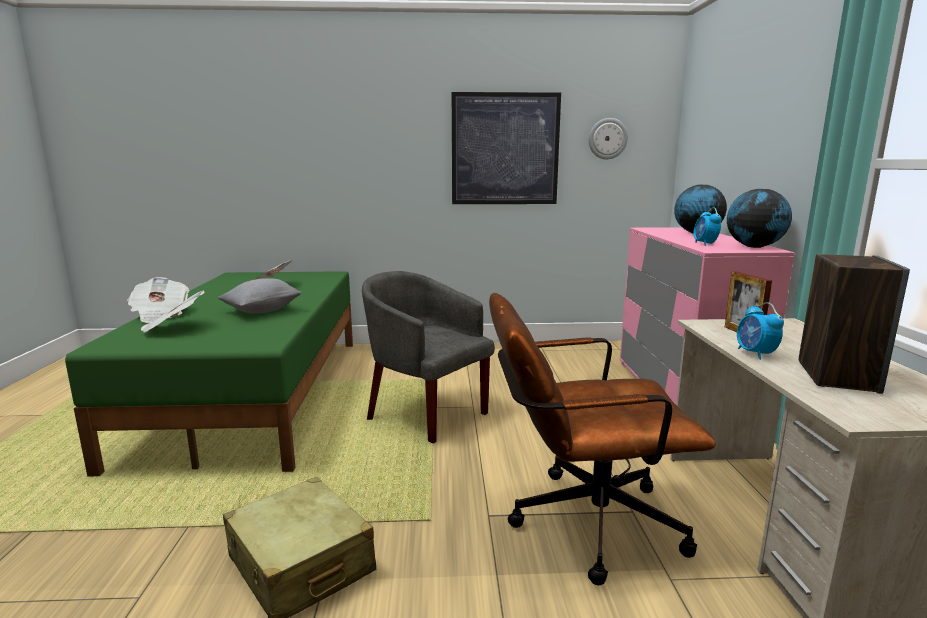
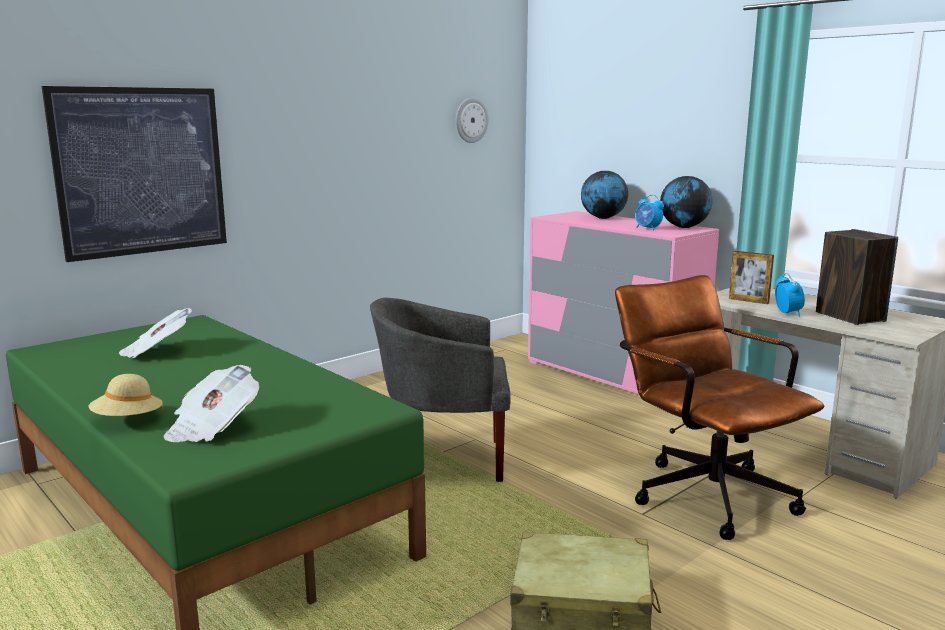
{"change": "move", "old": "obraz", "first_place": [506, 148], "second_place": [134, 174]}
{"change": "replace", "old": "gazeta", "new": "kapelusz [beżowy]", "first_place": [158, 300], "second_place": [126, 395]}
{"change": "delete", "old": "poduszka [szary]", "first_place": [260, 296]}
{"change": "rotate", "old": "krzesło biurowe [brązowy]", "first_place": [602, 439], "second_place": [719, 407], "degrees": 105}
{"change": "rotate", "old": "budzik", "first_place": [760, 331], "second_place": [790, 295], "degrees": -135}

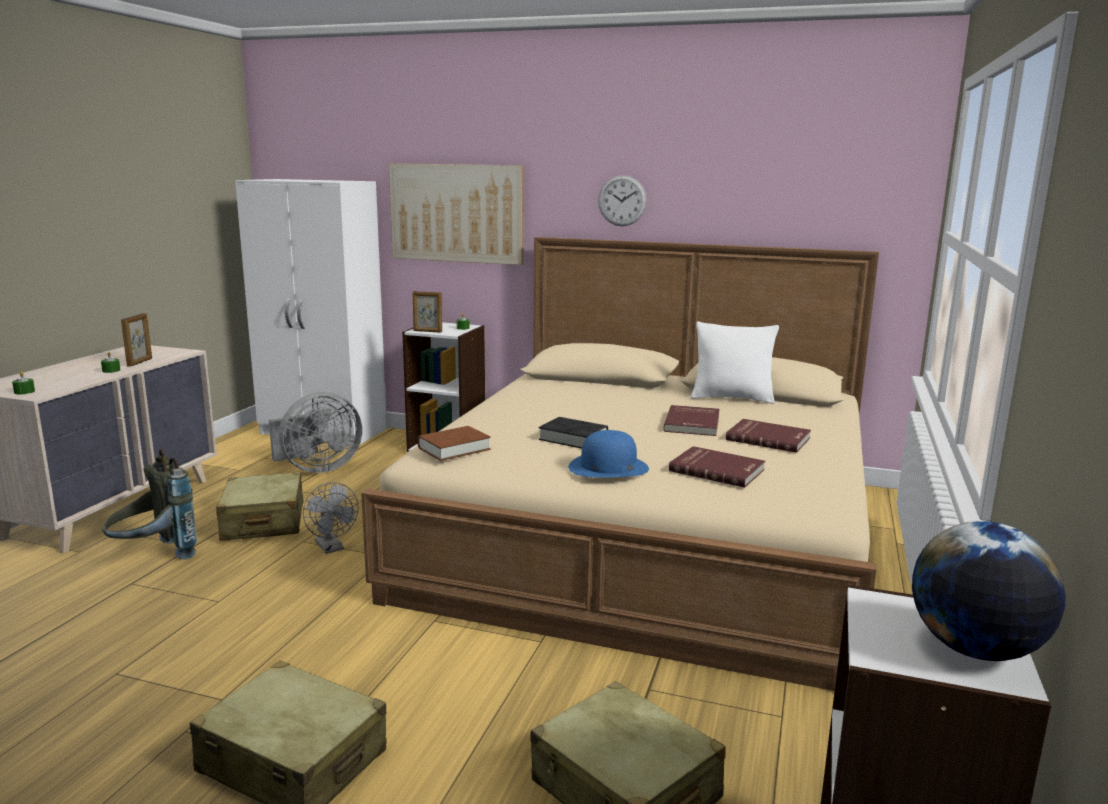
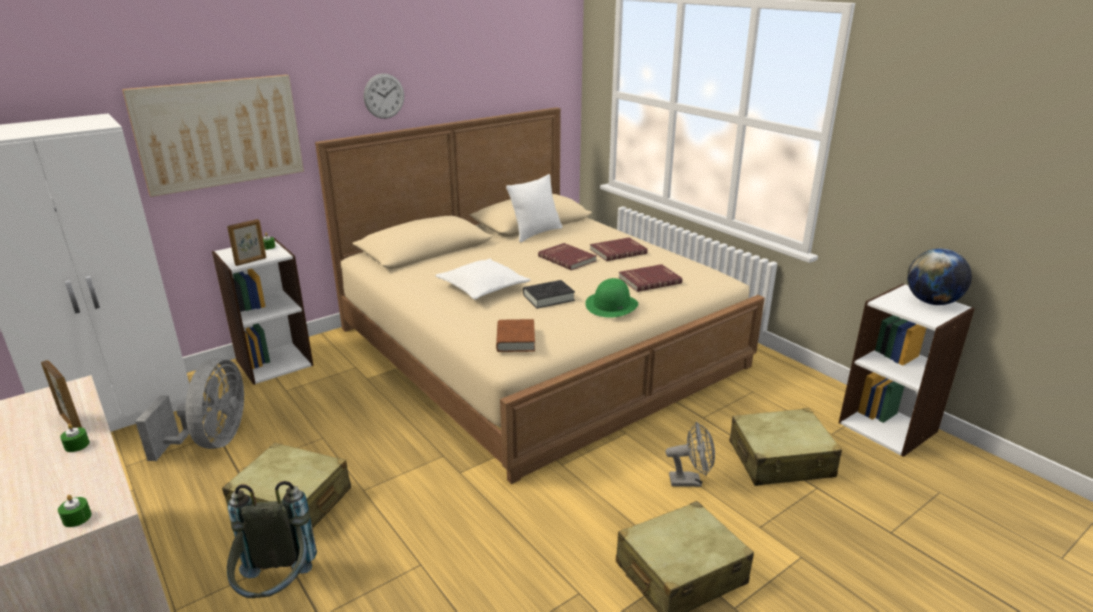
{"change": "recolor", "old": "kapelusz [niebieski]", "new": "kapelusz [zielony]", "first_place": [608, 454], "second_place": [611, 298]}
{"change": "move", "old": "wentylator [szary]", "first_place": [330, 518], "second_place": [690, 454]}
{"change": "insert", "new": "poduszka [biały]", "second_place": [483, 279]}

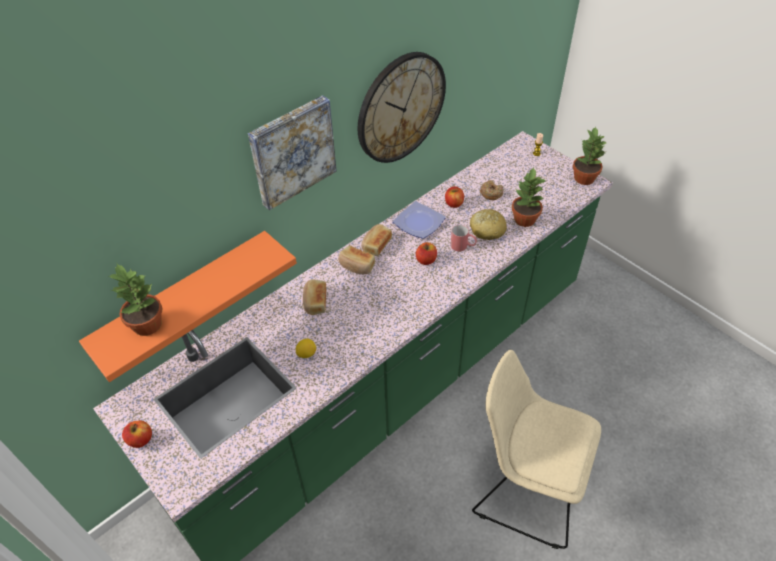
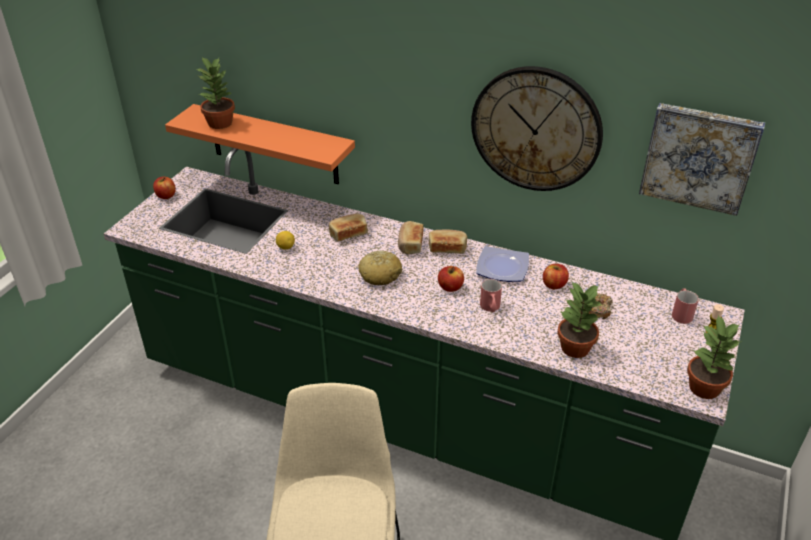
{"change": "move", "old": "obraz", "first_place": [292, 152], "second_place": [702, 159]}
{"change": "move", "old": "chleb", "first_place": [488, 224], "second_place": [380, 268]}
{"change": "insert", "new": "kubek [czerwony]", "second_place": [685, 306]}

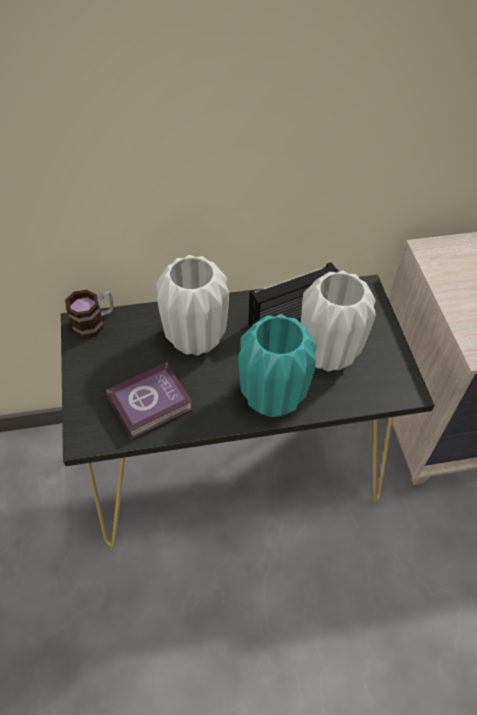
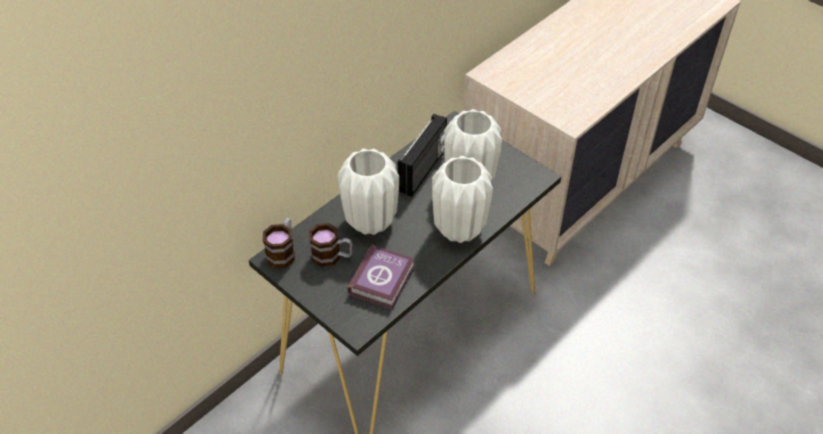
{"change": "recolor", "old": "wazon [turkusowy]", "new": "wazon [biały]", "first_place": [278, 365], "second_place": [462, 199]}
{"change": "insert", "new": "kubek", "second_place": [331, 245]}

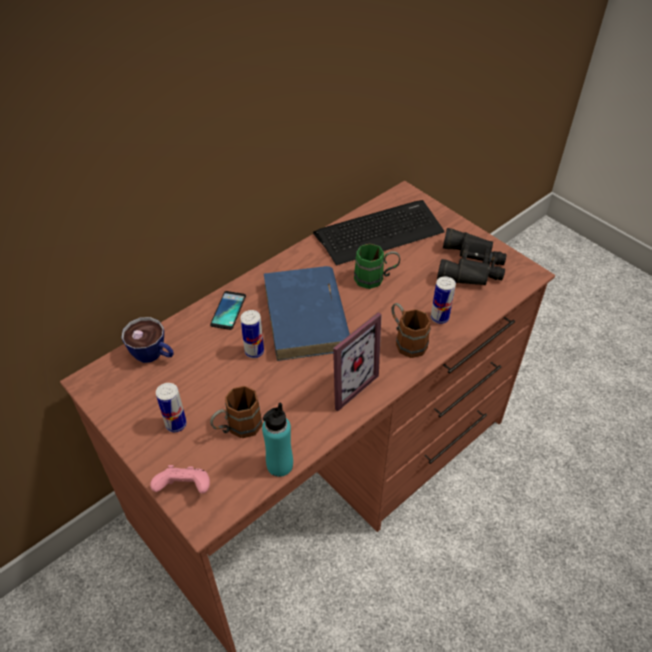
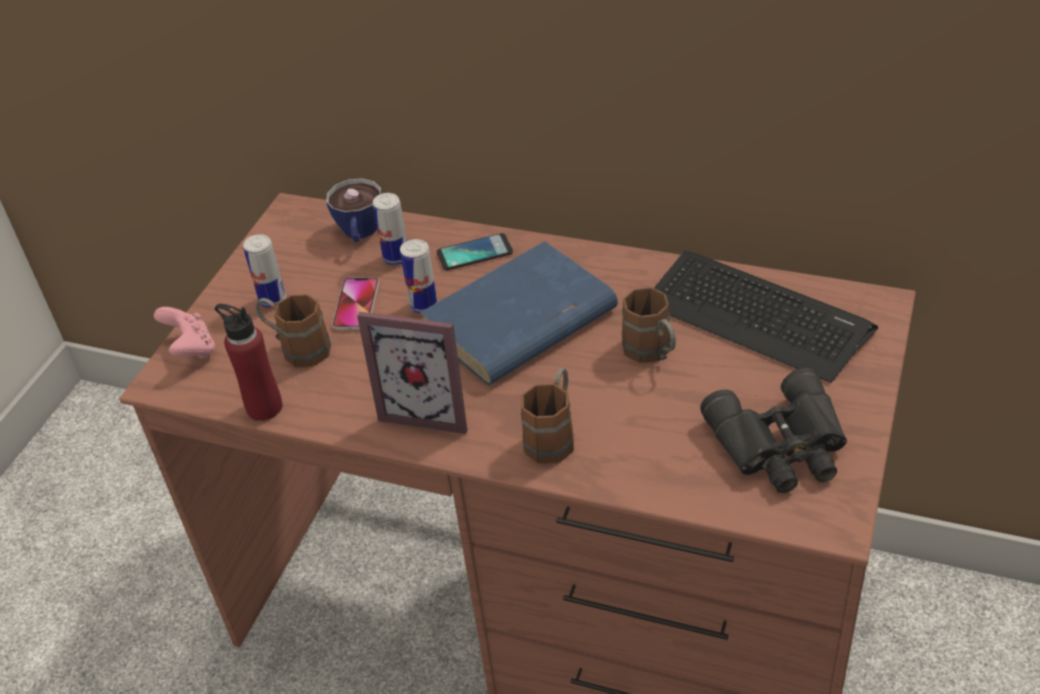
{"change": "recolor", "old": "kubek [zielony]", "new": "kubek [brązowy]", "first_place": [377, 266], "second_place": [649, 325]}
{"change": "move", "old": "puszka", "first_place": [443, 300], "second_place": [390, 229]}
{"change": "recolor", "old": "butelka [turkusowy]", "new": "butelka [czerwony]", "first_place": [277, 439], "second_place": [249, 362]}
{"change": "insert", "new": "telefon", "second_place": [355, 303]}

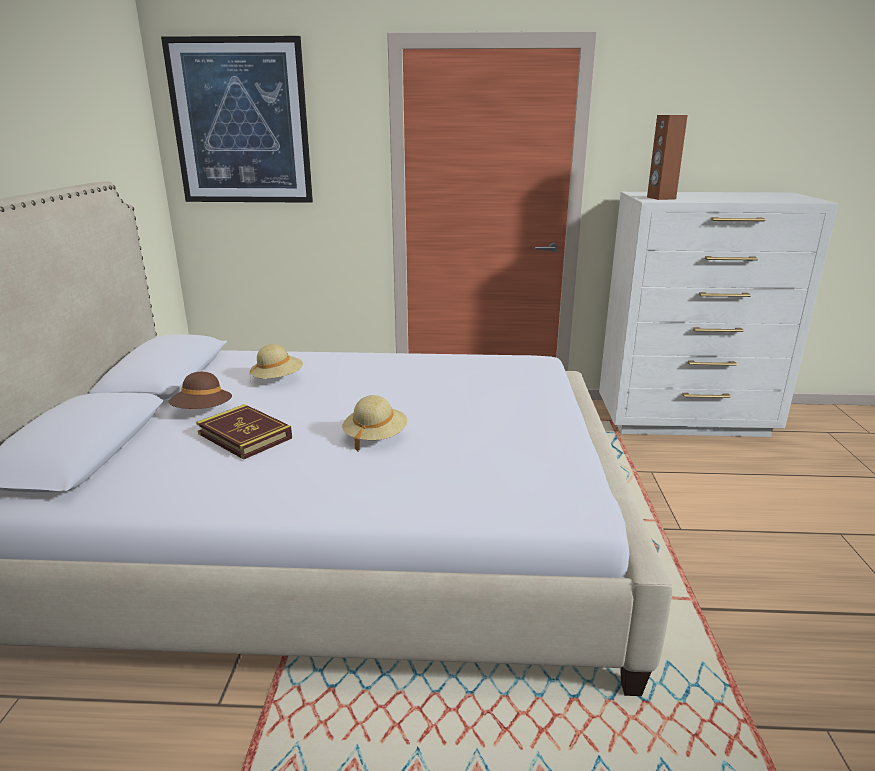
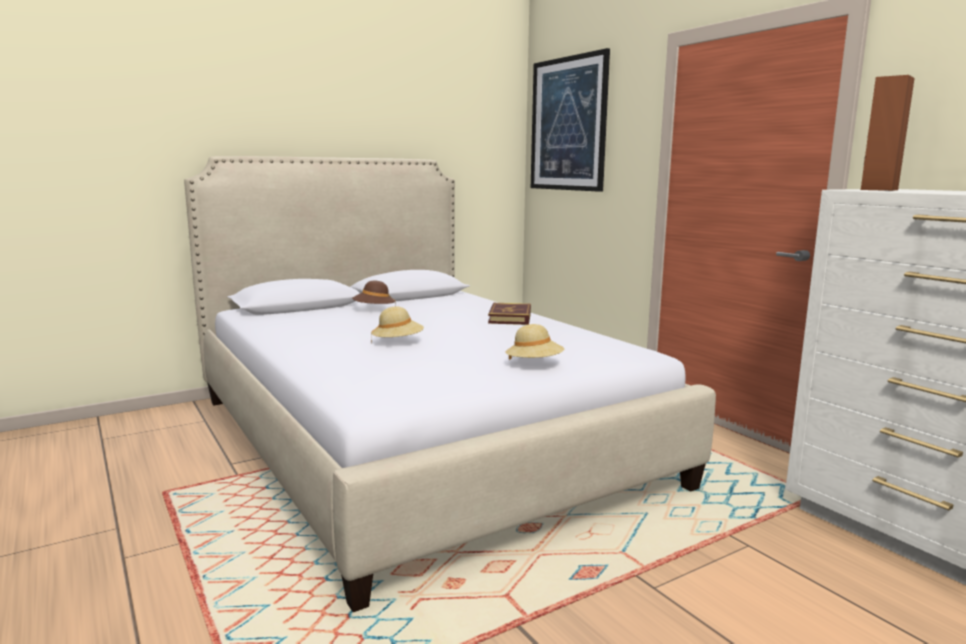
{"change": "move", "old": "kapelusz [beżowy]", "first_place": [276, 362], "second_place": [534, 342]}
{"change": "move", "old": "książka", "first_place": [244, 432], "second_place": [509, 314]}

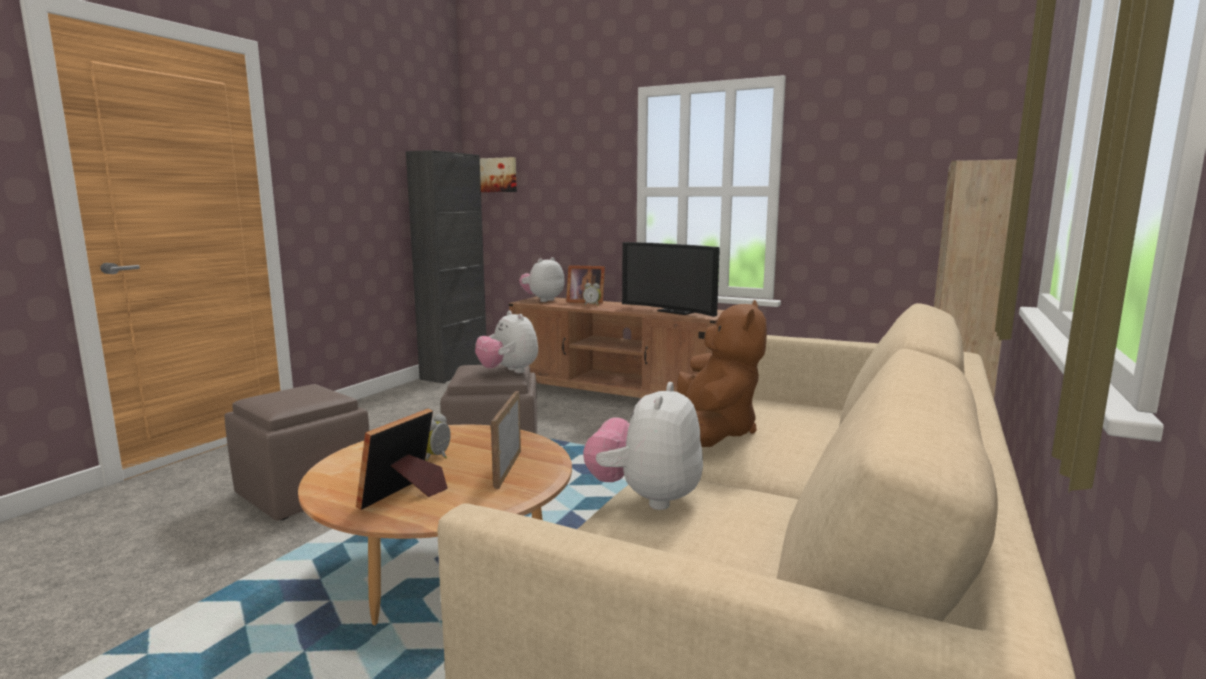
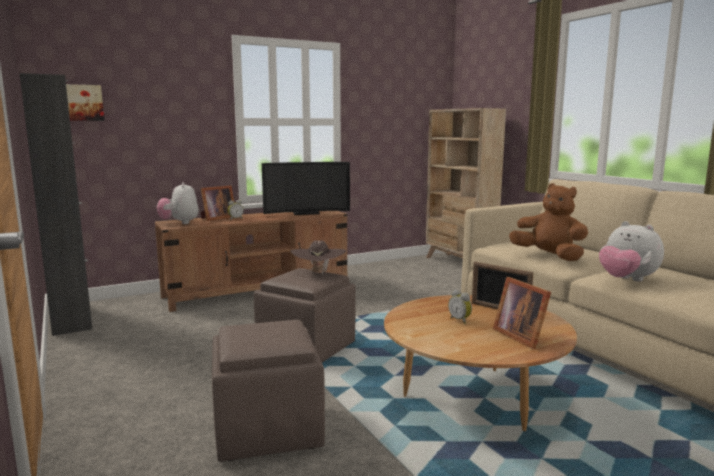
{"change": "replace", "old": "pluszak", "new": "kapelusz [brązowy]", "first_place": [506, 341], "second_place": [318, 257]}

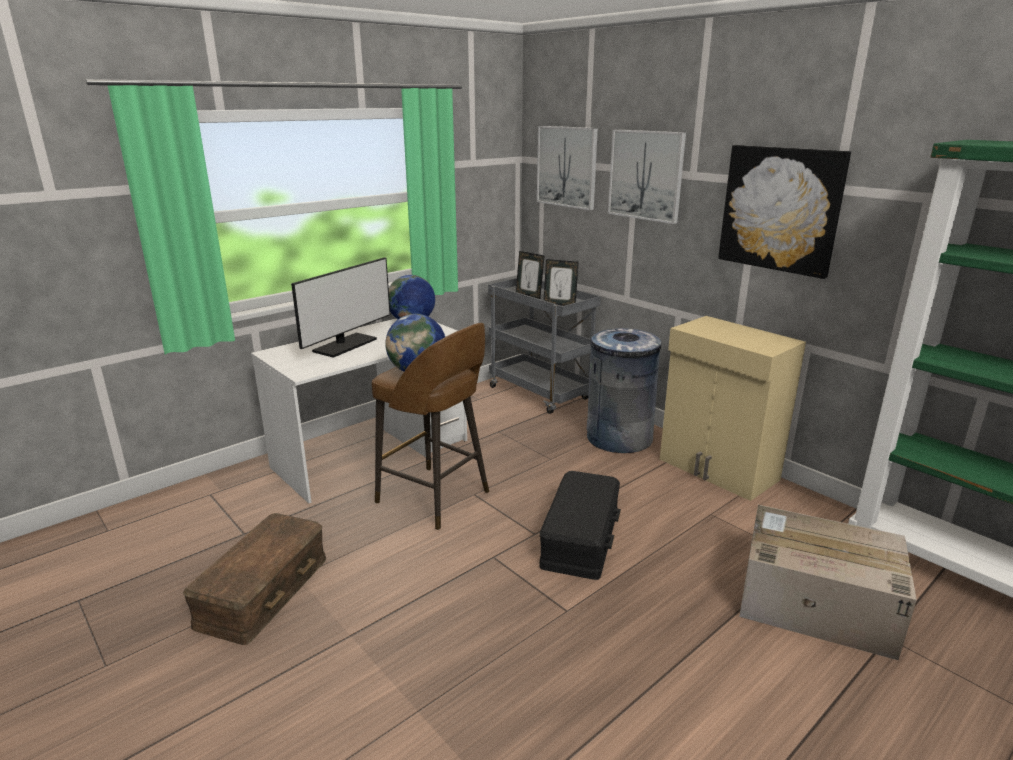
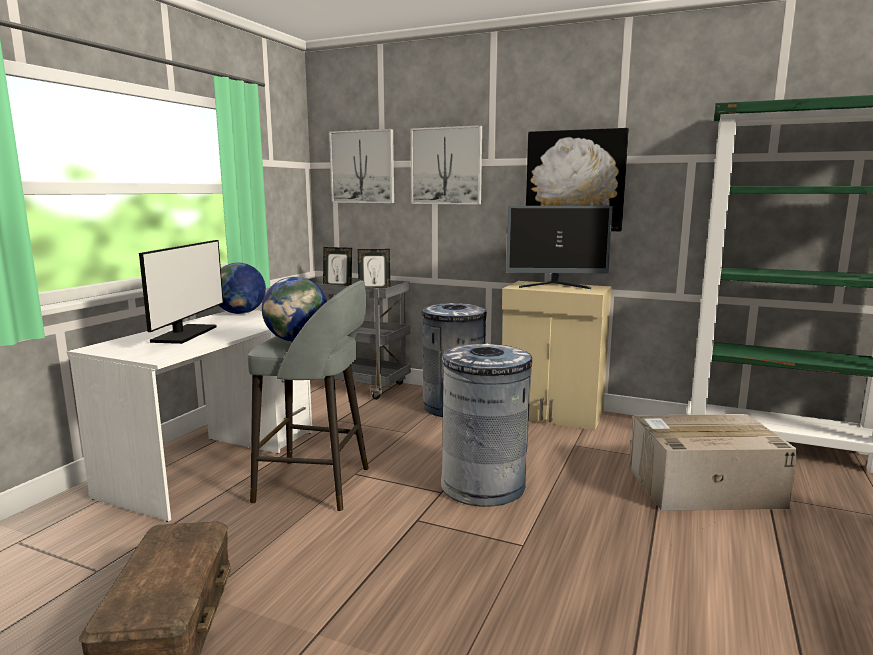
{"change": "recolor", "old": "stołek [brązowy]", "new": "stołek [szary]", "first_place": [430, 426], "second_place": [308, 396]}
{"change": "replace", "old": "pojemnik do przechowywania [czarny]", "new": "kosz na śmieci [szary]", "first_place": [580, 525], "second_place": [486, 425]}
{"change": "insert", "new": "monitor", "second_place": [559, 247]}

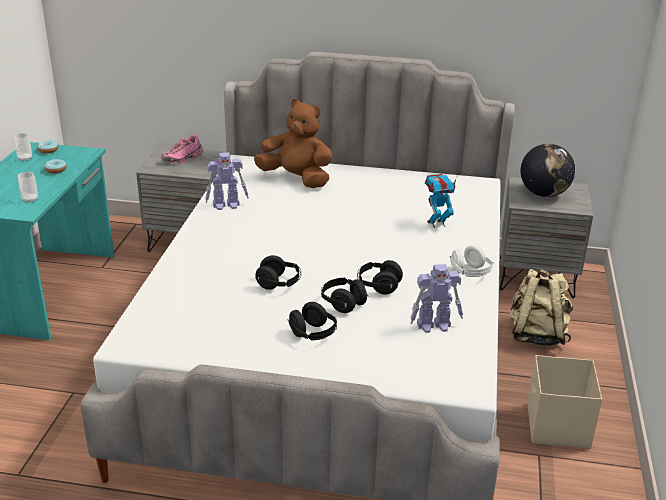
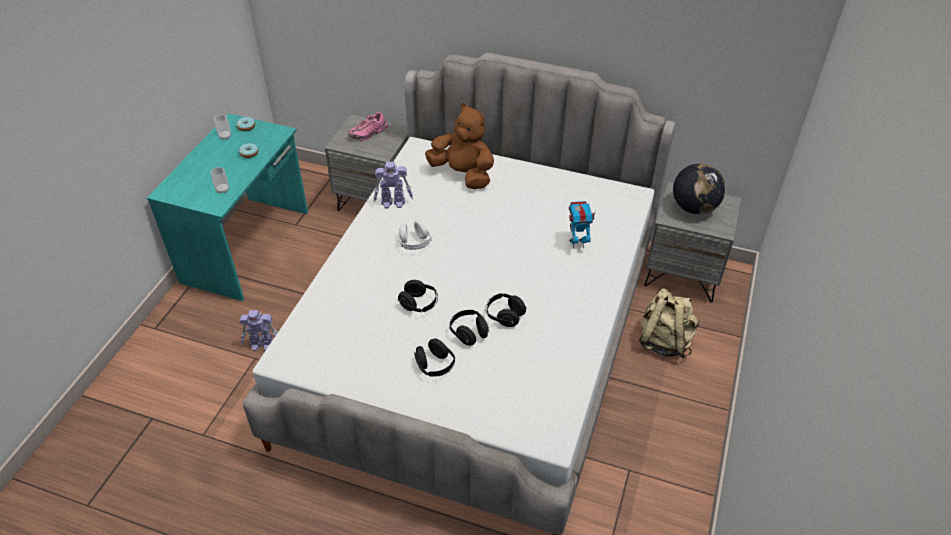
{"change": "move", "old": "słuchawki [biały]", "first_place": [471, 261], "second_place": [415, 235]}
{"change": "move", "old": "robot zabawkowy", "first_place": [436, 298], "second_place": [258, 330]}
{"change": "delete", "old": "pojemnik do przechowywania [beżowy]", "first_place": [564, 402]}

